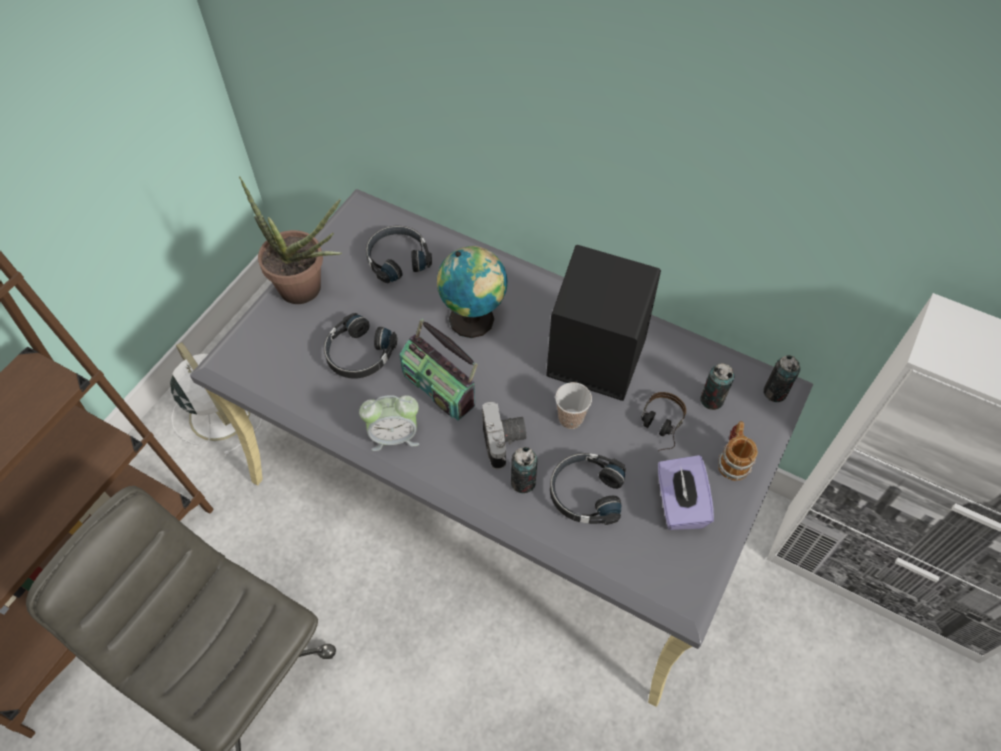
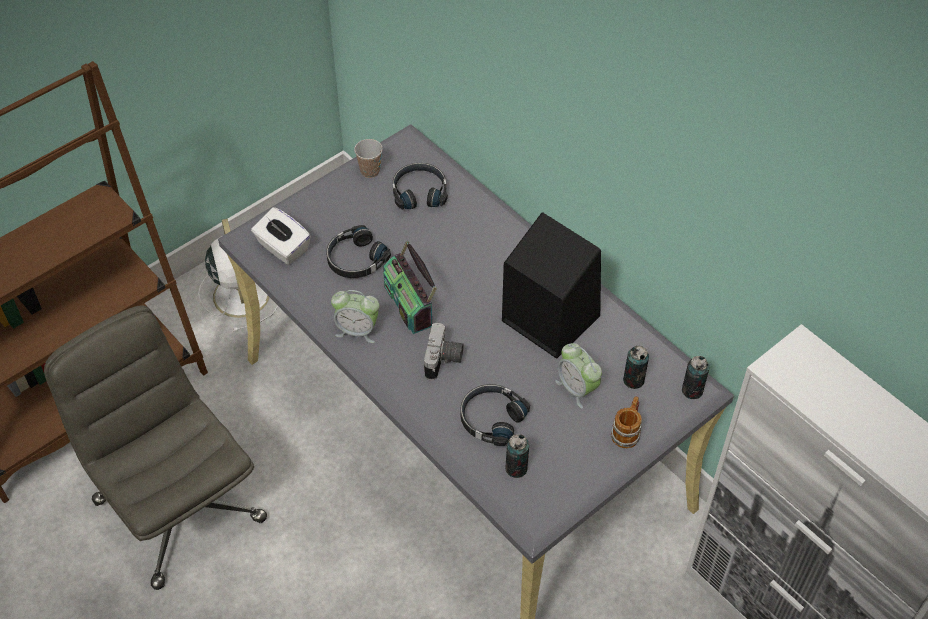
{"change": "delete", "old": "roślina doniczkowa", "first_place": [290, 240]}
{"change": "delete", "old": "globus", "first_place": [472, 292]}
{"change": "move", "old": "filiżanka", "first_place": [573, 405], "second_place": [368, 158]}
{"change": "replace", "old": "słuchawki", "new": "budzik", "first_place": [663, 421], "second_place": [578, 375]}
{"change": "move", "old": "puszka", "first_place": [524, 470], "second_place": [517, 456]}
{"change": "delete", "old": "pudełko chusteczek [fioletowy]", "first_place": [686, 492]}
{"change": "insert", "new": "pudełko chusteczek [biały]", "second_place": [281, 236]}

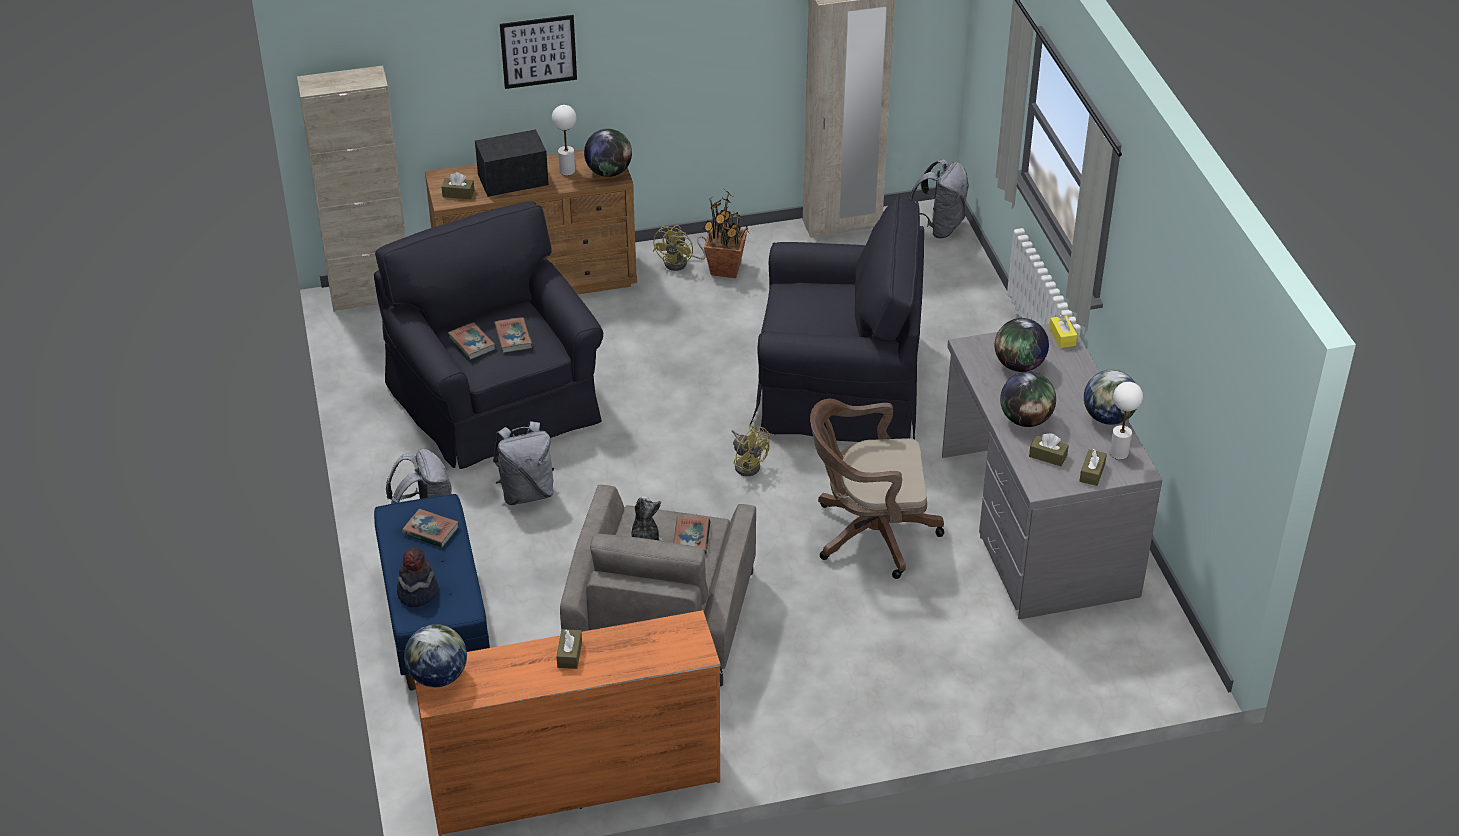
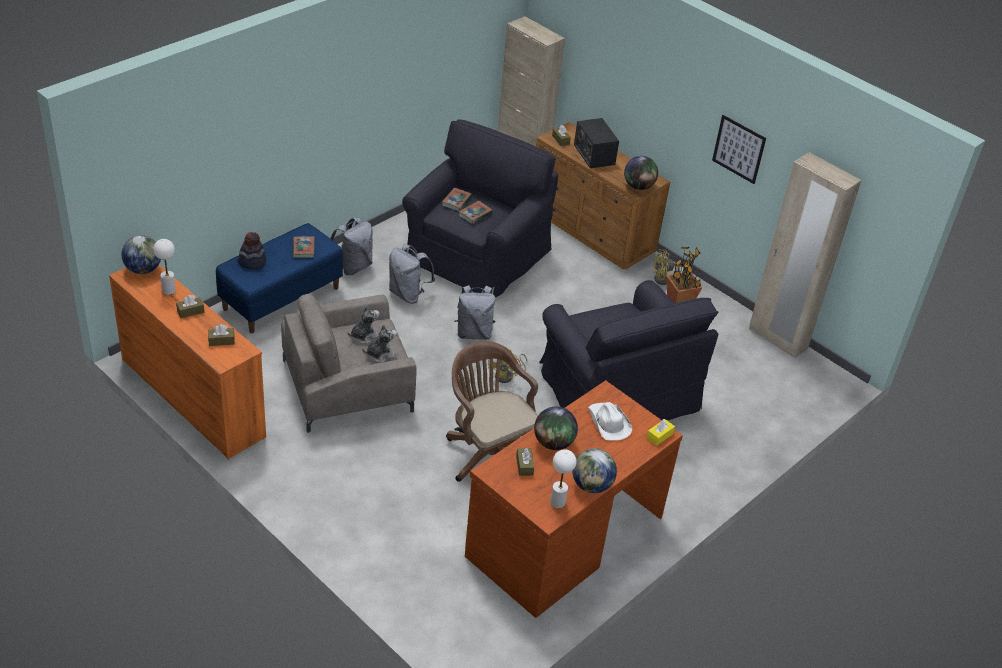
{"change": "move", "old": "obraz", "first_place": [538, 52], "second_place": [739, 149]}
{"change": "move", "old": "lampa stołowa [biały]", "first_place": [564, 140], "second_place": [164, 267]}
{"change": "rotate", "old": "radio", "first_place": [512, 163], "second_place": [596, 143], "degrees": -150}
{"change": "move", "old": "plecak [szary]", "first_place": [939, 199], "second_place": [475, 312]}
{"change": "replace", "old": "globus", "new": "kapelusz [biały]", "first_place": [1022, 345], "second_place": [610, 421]}
{"change": "recolor", "old": "biurko [szary]", "new": "biurko [brązowy]", "first_place": [1052, 470], "second_place": [574, 499]}
{"change": "move", "old": "pudełko chusteczek [brązowy]", "first_place": [1093, 467], "second_place": [221, 335]}
{"change": "replace", "old": "książka", "new": "pluszak", "first_place": [691, 535], "second_place": [379, 344]}

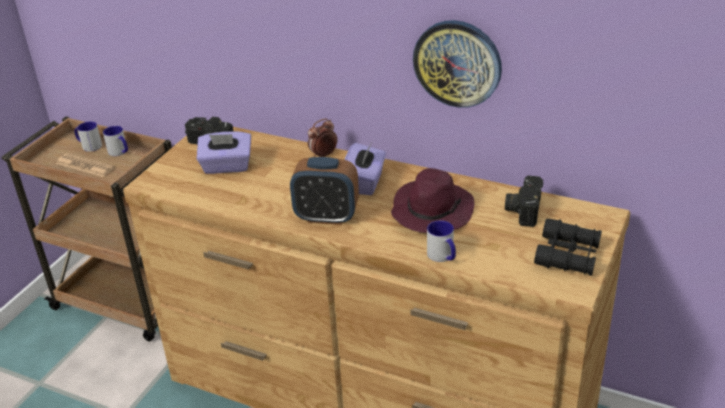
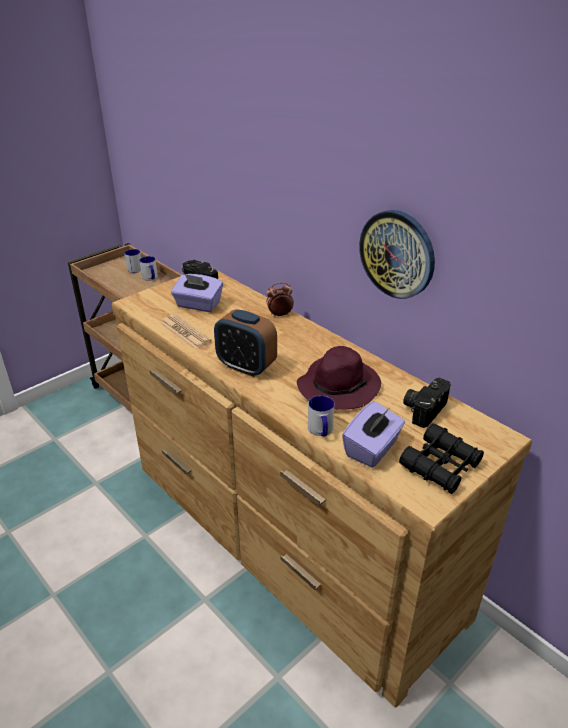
{"change": "move", "old": "pudełko chusteczek [fioletowy]", "first_place": [365, 168], "second_place": [373, 434]}
{"change": "move", "old": "gazeta", "first_place": [85, 165], "second_place": [186, 331]}

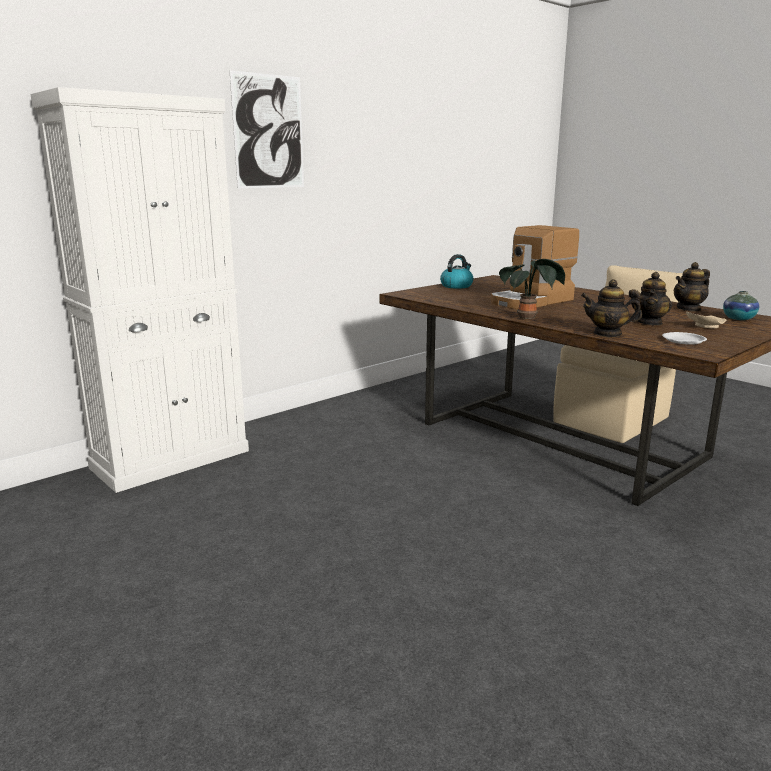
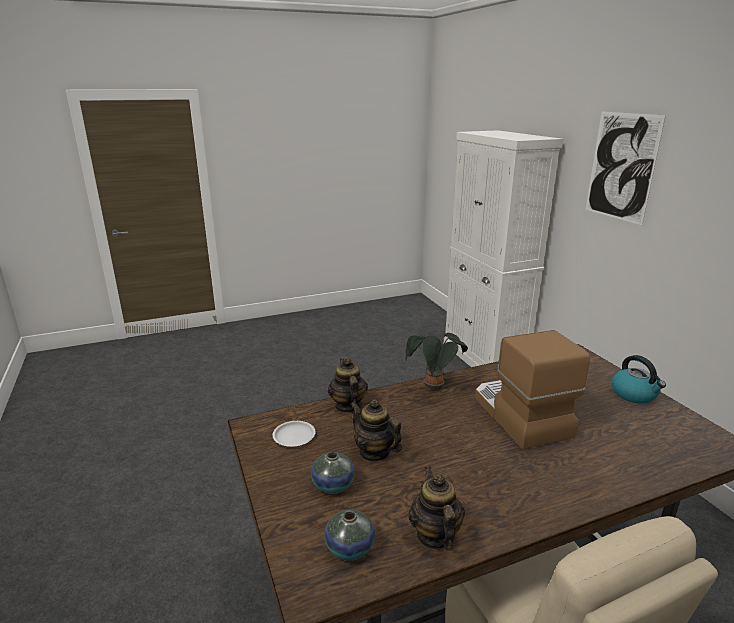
{"change": "rotate", "old": "imbryk", "first_place": [611, 308], "second_place": [348, 385], "degrees": -45}
{"change": "replace", "old": "talerz [beżowy]", "new": "wazon", "first_place": [706, 320], "second_place": [333, 473]}

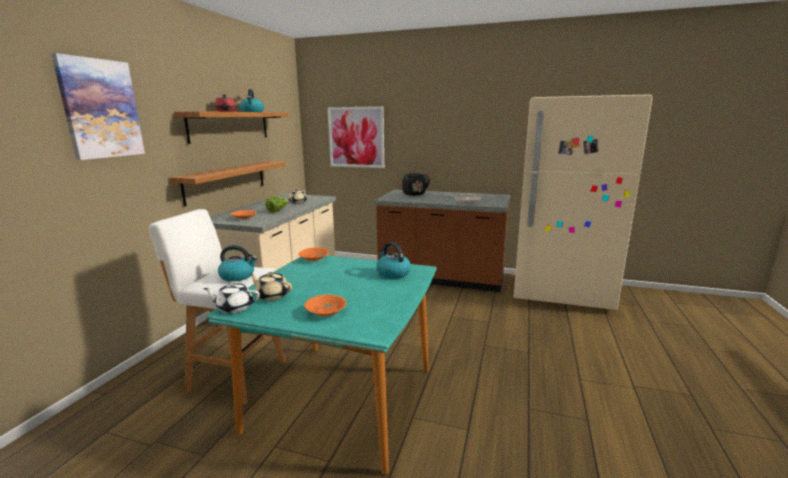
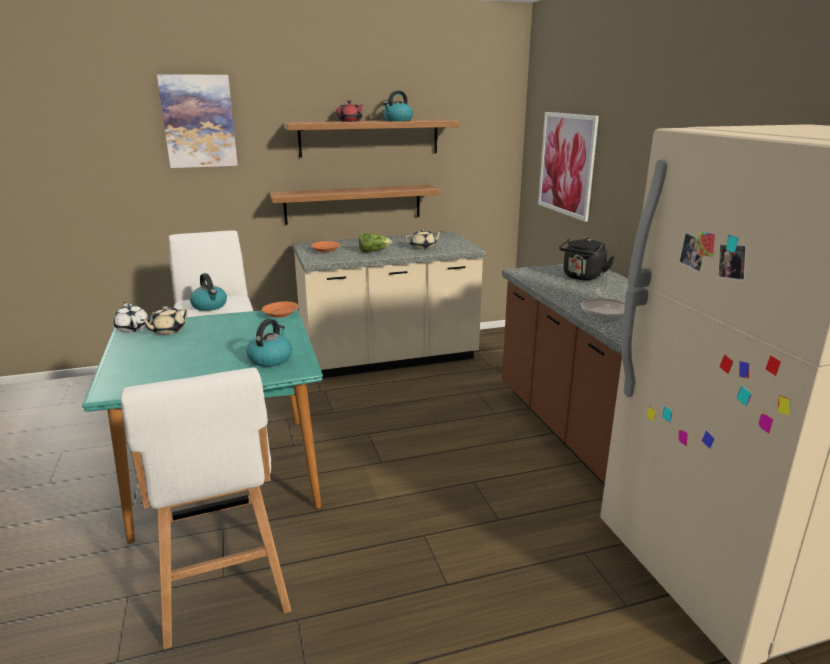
{"change": "rotate", "old": "imbryk [beżowy]", "first_place": [270, 286], "second_place": [164, 320], "degrees": -135}
{"change": "delete", "old": "miska [pomarańczowy]", "first_place": [326, 305]}
{"change": "insert", "new": "stołek [biały]", "second_place": [206, 508]}

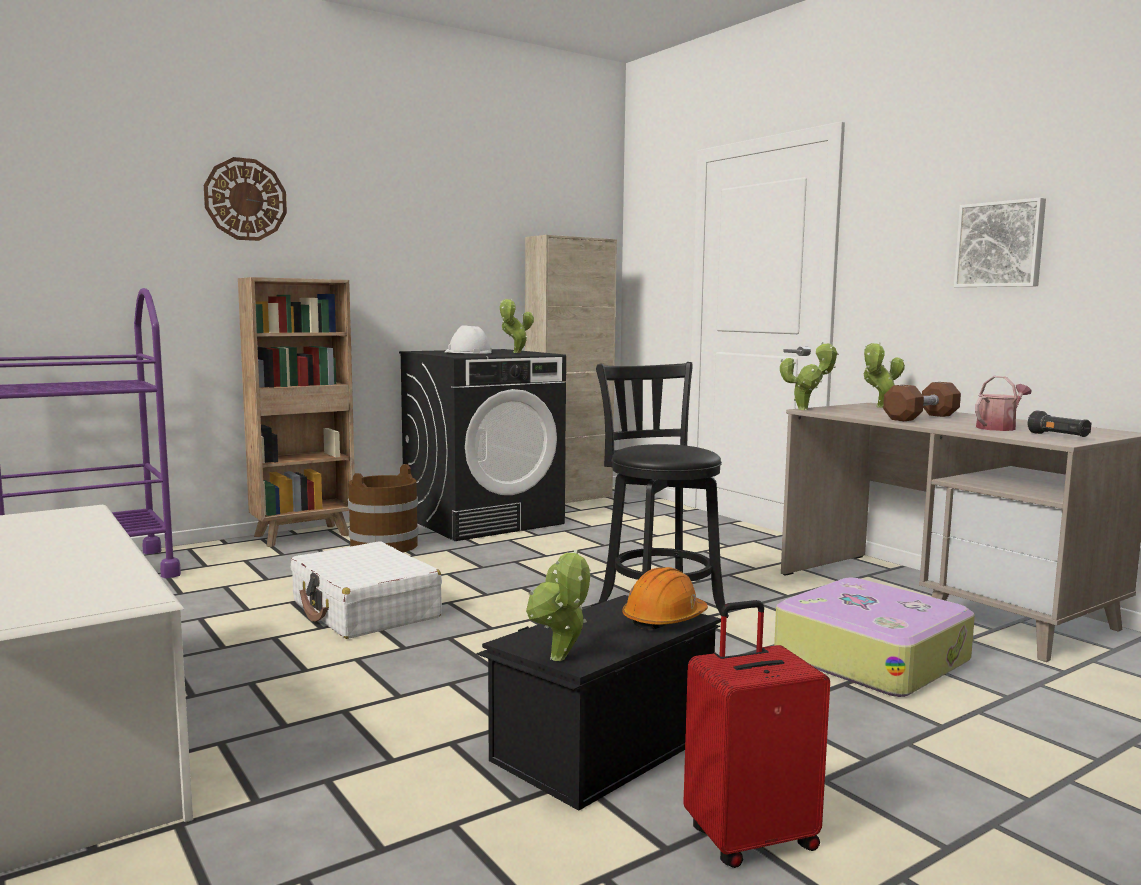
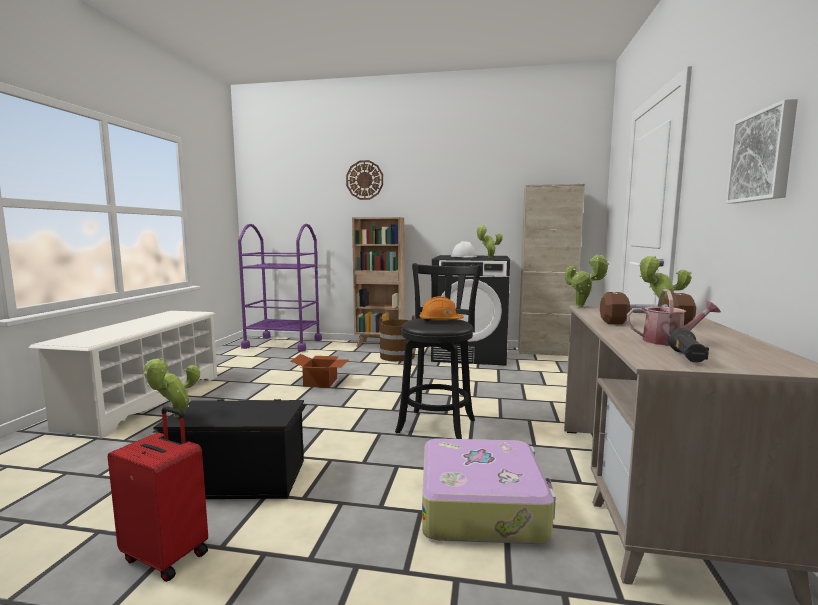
{"change": "replace", "old": "walizka [biały]", "new": "karton", "first_place": [366, 590], "second_place": [319, 371]}
{"change": "move", "old": "kask [pomarańczowy]", "first_place": [665, 598], "second_place": [441, 309]}

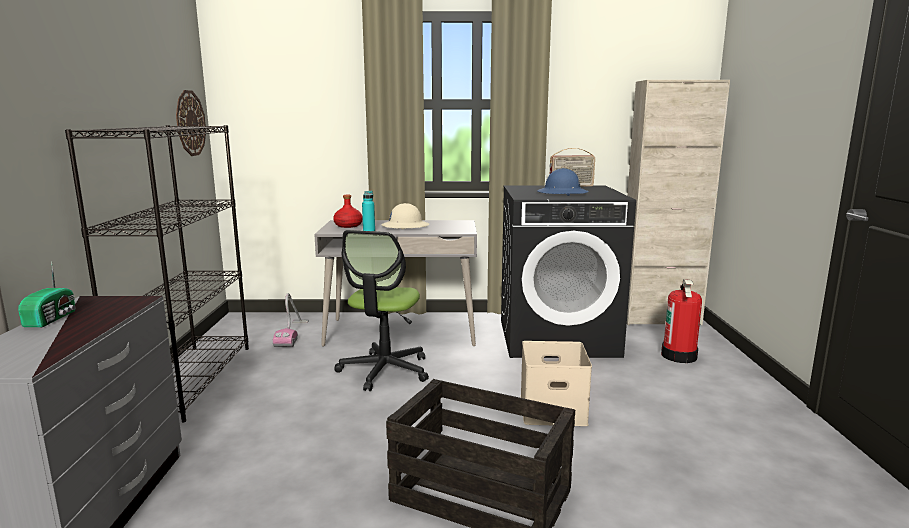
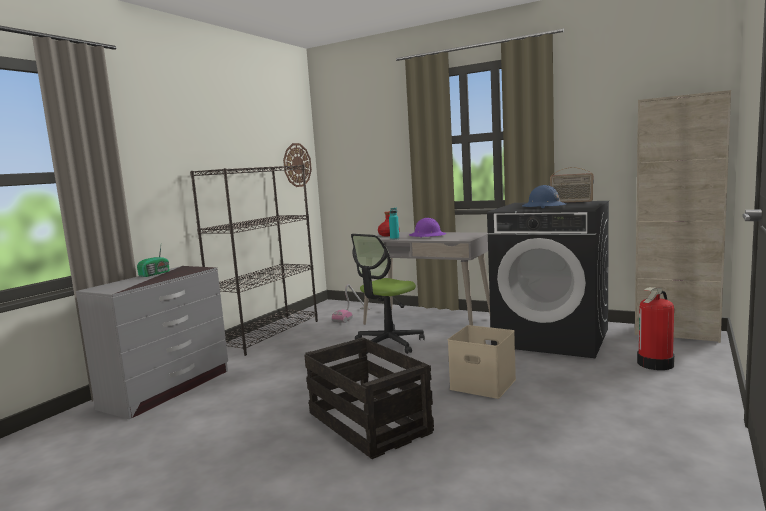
{"change": "recolor", "old": "kask [beżowy]", "new": "kask [fioletowy]", "first_place": [405, 216], "second_place": [427, 228]}

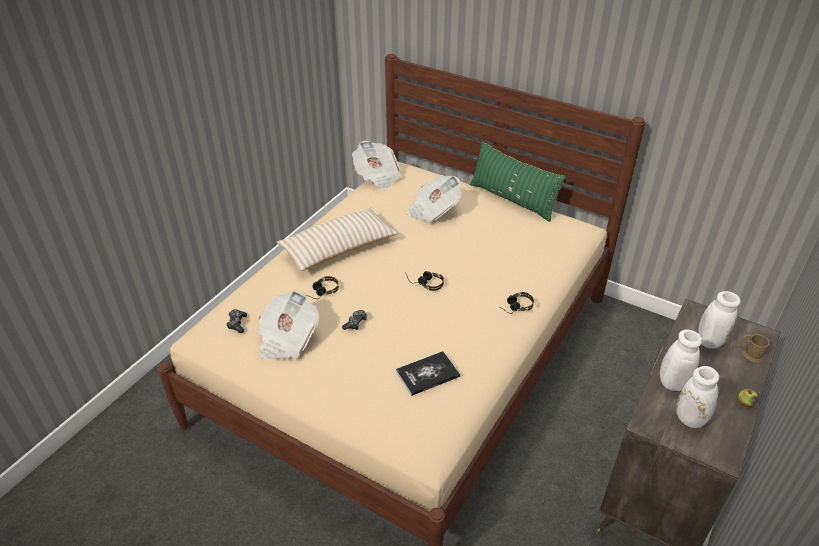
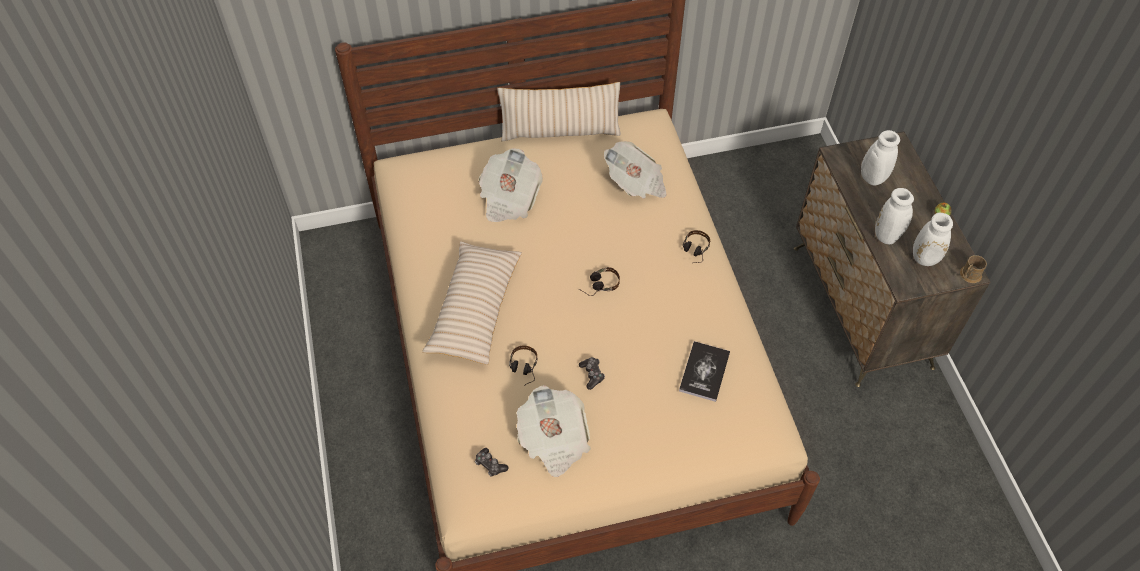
{"change": "move", "old": "gazeta", "first_place": [377, 165], "second_place": [635, 170]}
{"change": "recolor", "old": "poduszka [zielony]", "new": "poduszka [beżowy]", "first_place": [517, 181], "second_place": [559, 112]}
{"change": "move", "old": "kubek [brązowy]", "first_place": [754, 348], "second_place": [973, 269]}

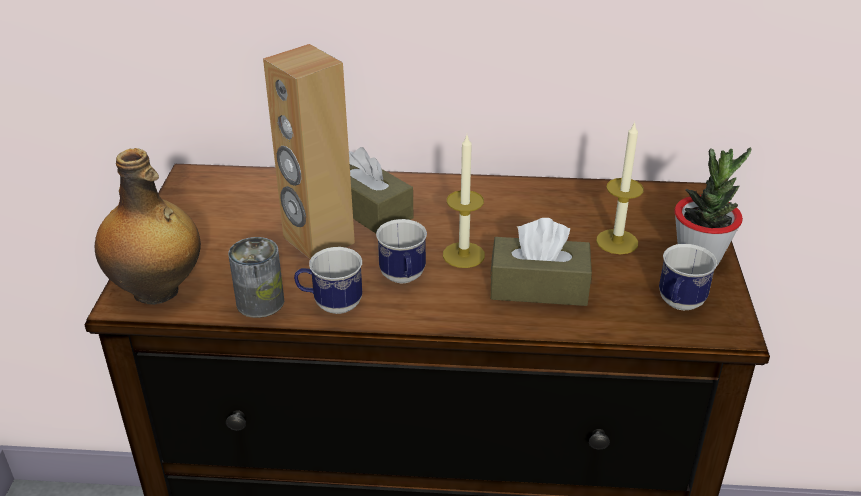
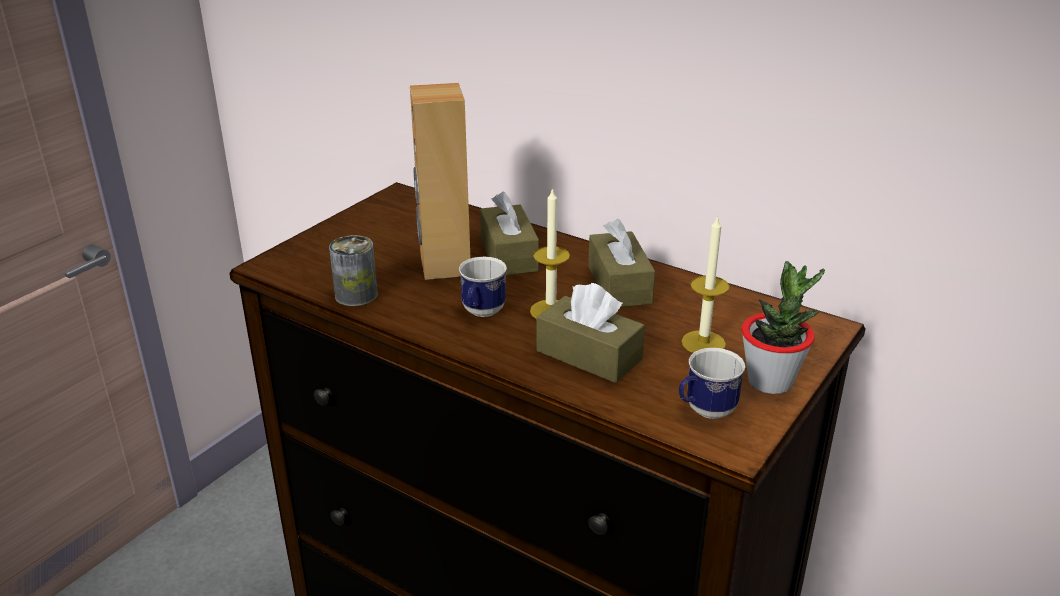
{"change": "delete", "old": "butelka", "first_place": [148, 226]}
{"change": "delete", "old": "kubek", "first_place": [328, 280]}
{"change": "insert", "new": "pudełko chusteczek [brązowy]", "second_place": [621, 263]}

